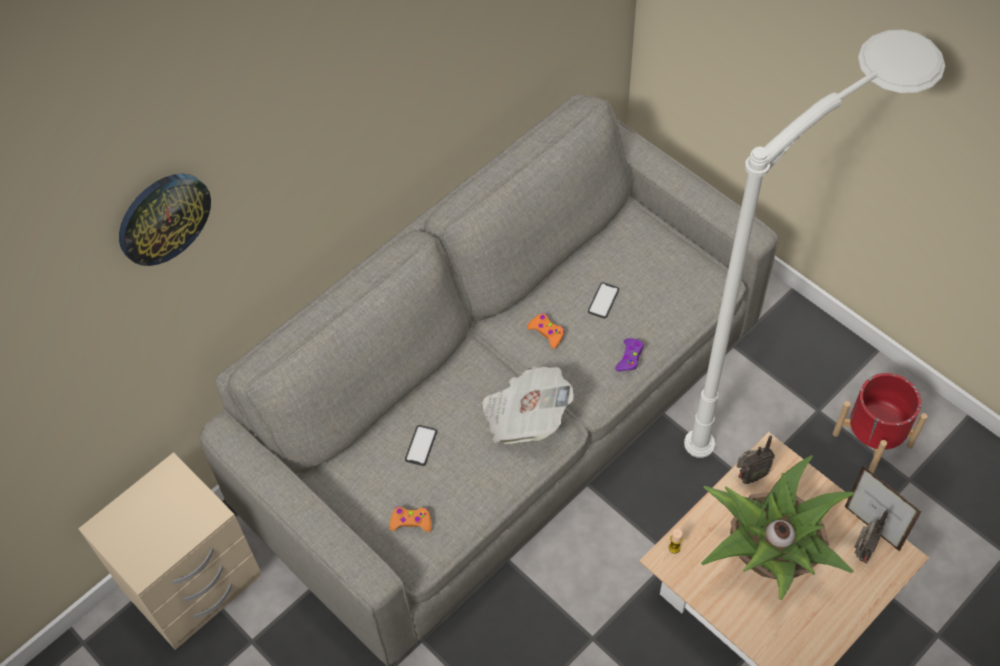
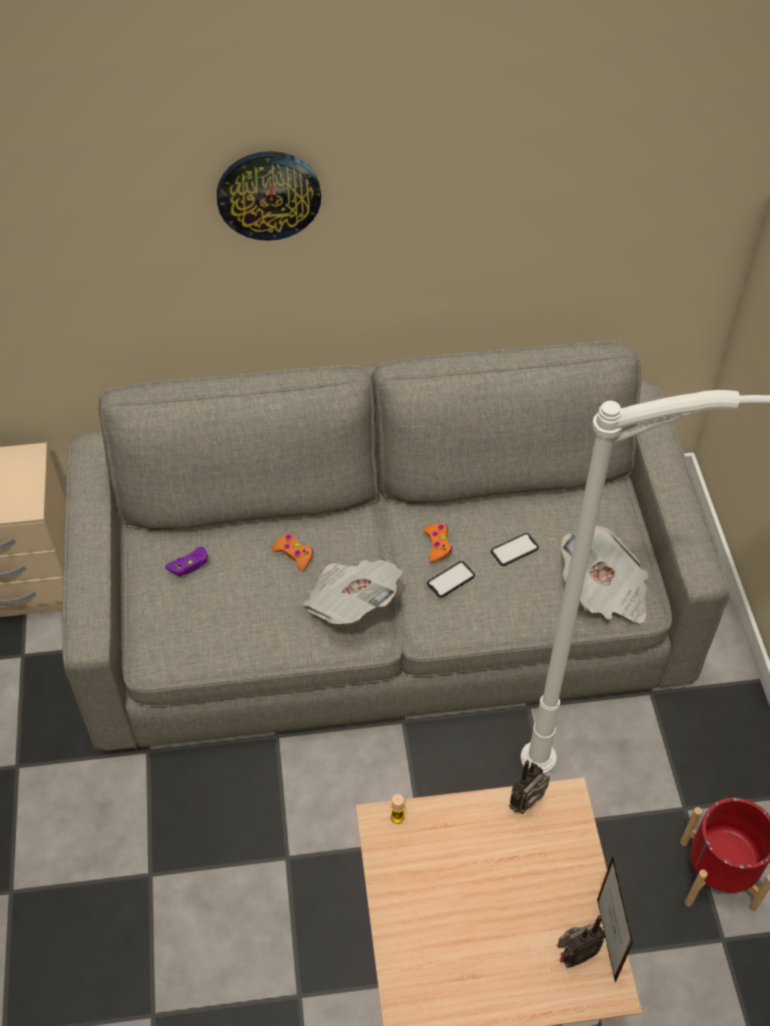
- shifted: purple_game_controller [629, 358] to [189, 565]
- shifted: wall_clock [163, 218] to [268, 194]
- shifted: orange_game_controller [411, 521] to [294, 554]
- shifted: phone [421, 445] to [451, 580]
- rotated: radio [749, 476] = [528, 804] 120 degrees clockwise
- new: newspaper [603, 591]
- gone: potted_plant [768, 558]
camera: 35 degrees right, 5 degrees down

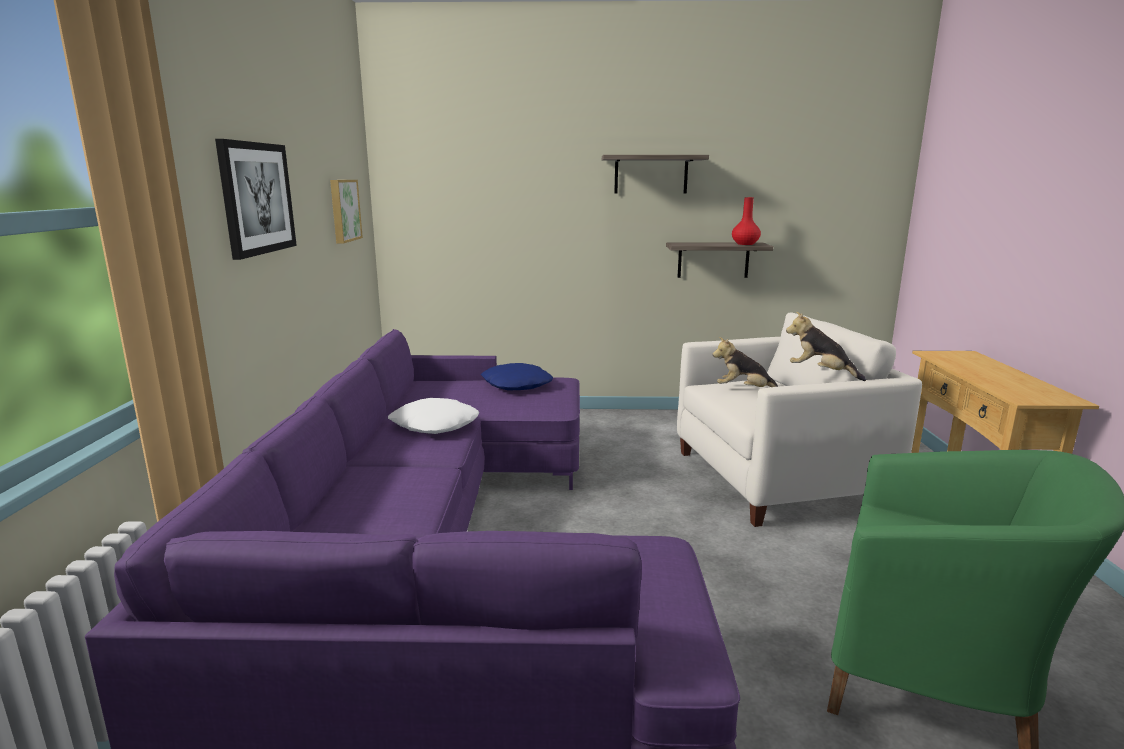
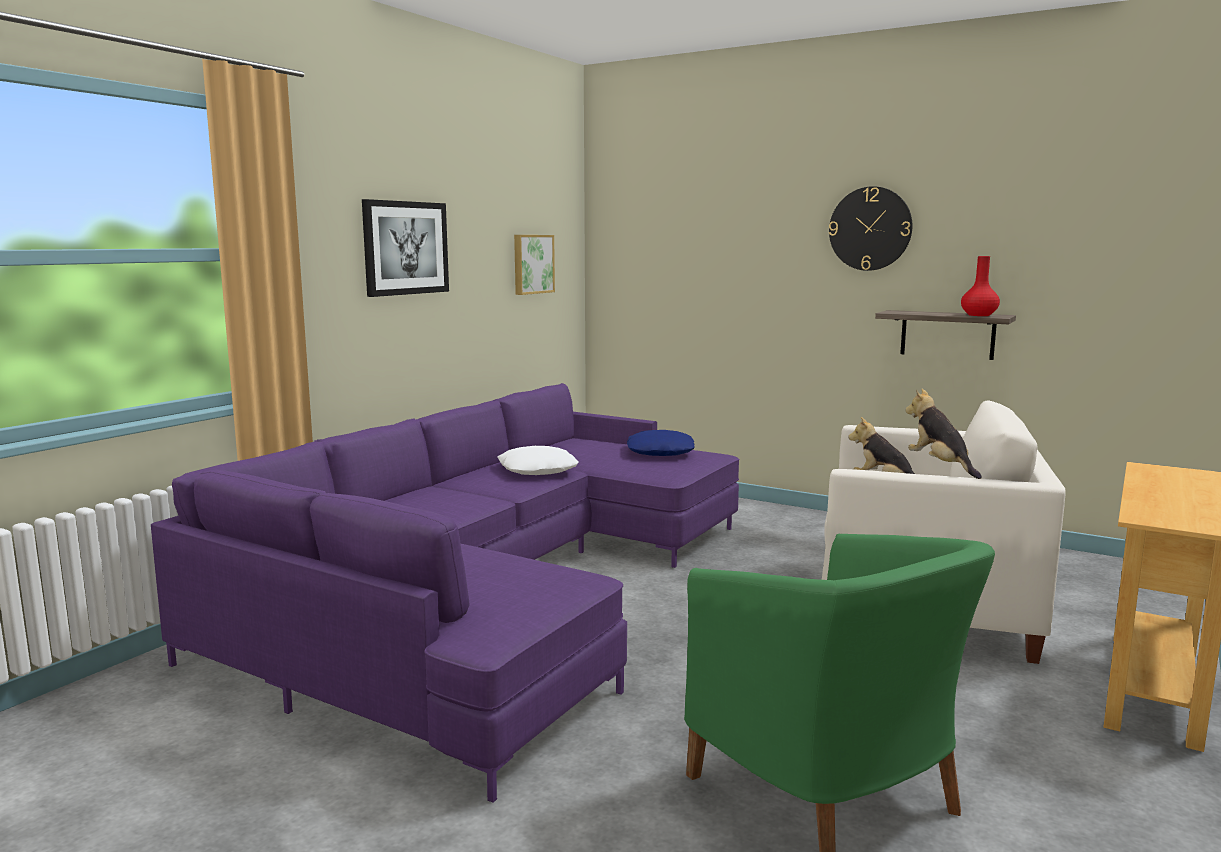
- swapped: shelf [651, 174] to wall_clock [870, 228]
camera: 30 degrees right, 5 degrees down

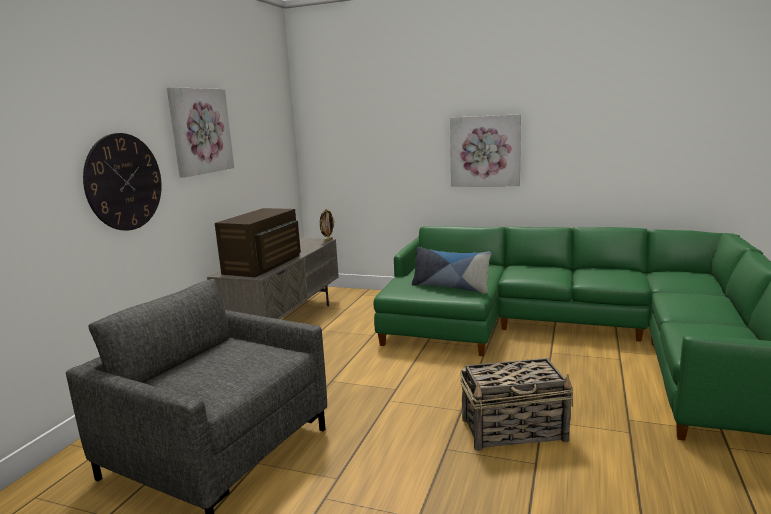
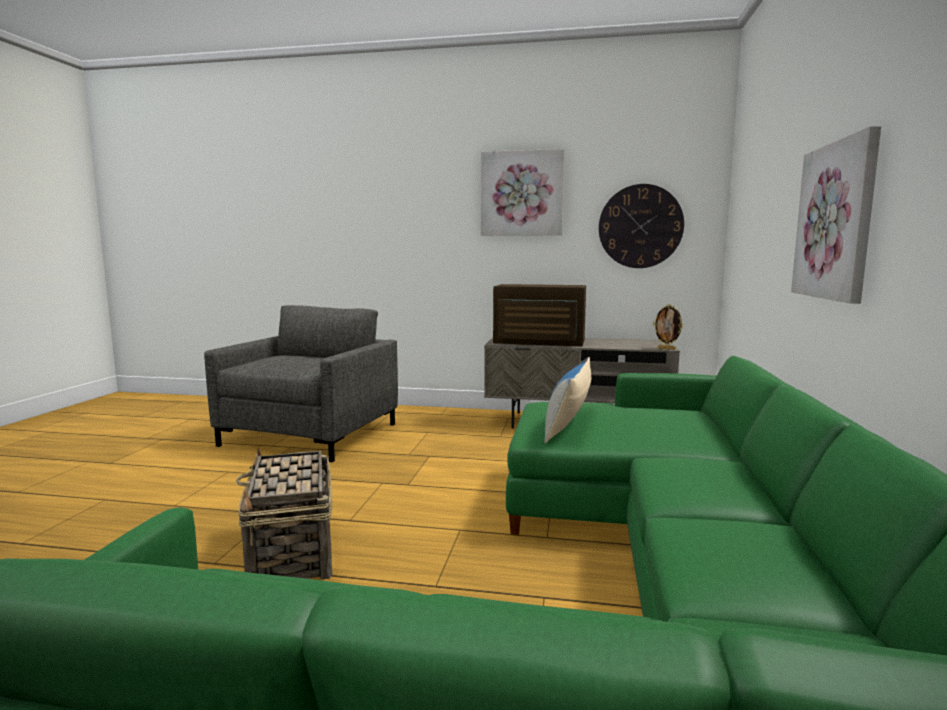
- shifted: wall_clock [124, 182] to [640, 226]
camera: 80 degrees right, 5 degrees down

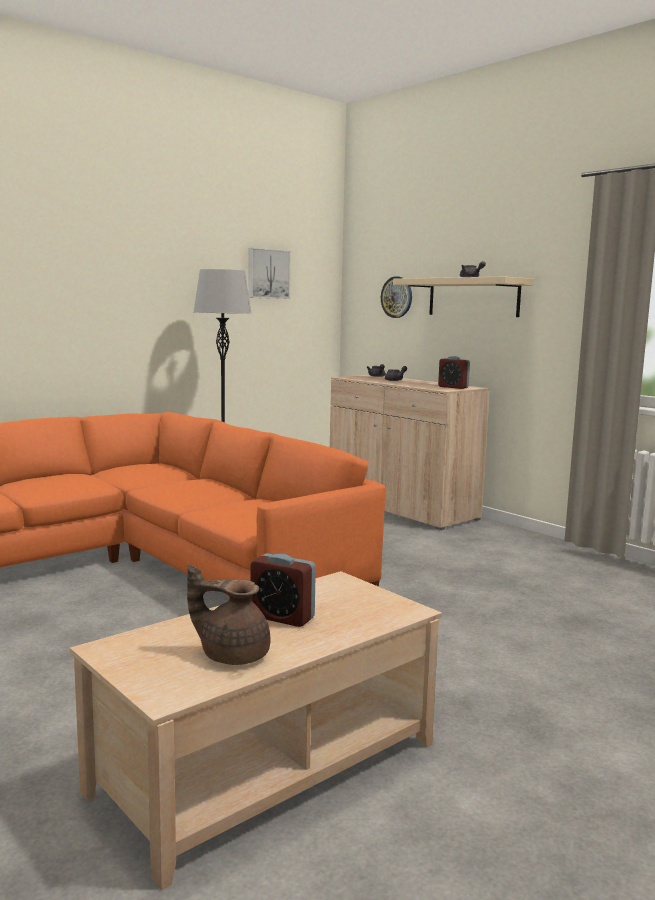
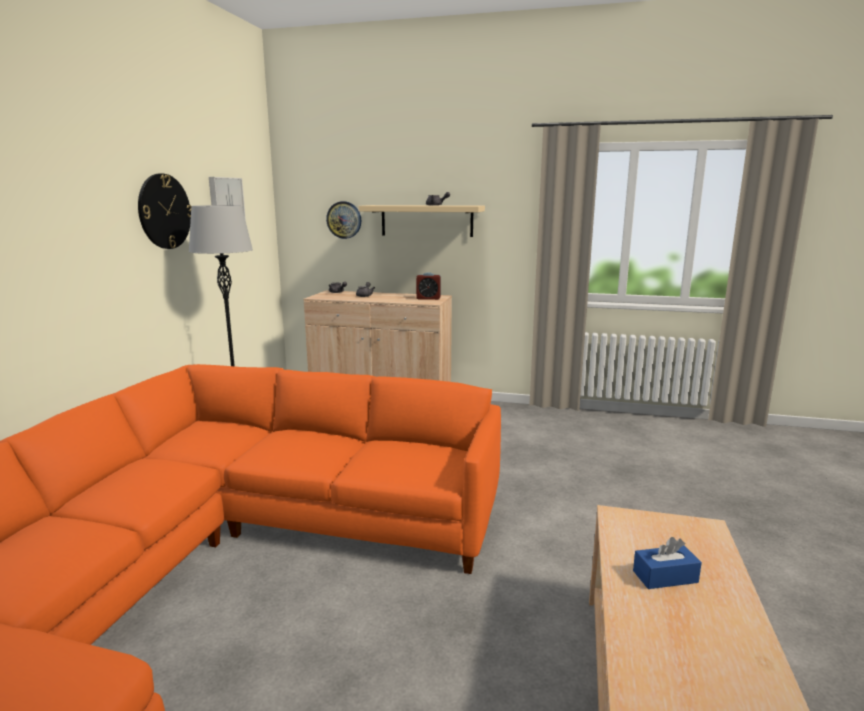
- new: wall_clock [164, 211]
- swapped: alarm_clock [282, 617] to blue_tissue_box [665, 577]
- gone: brown_teapot [232, 654]
camera: 35 degrees left, 5 degrees up

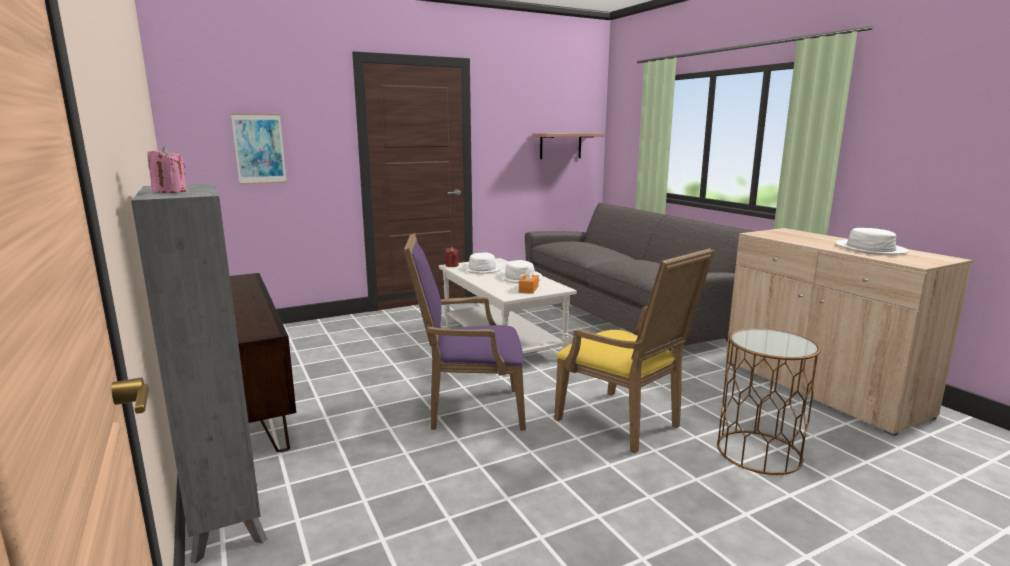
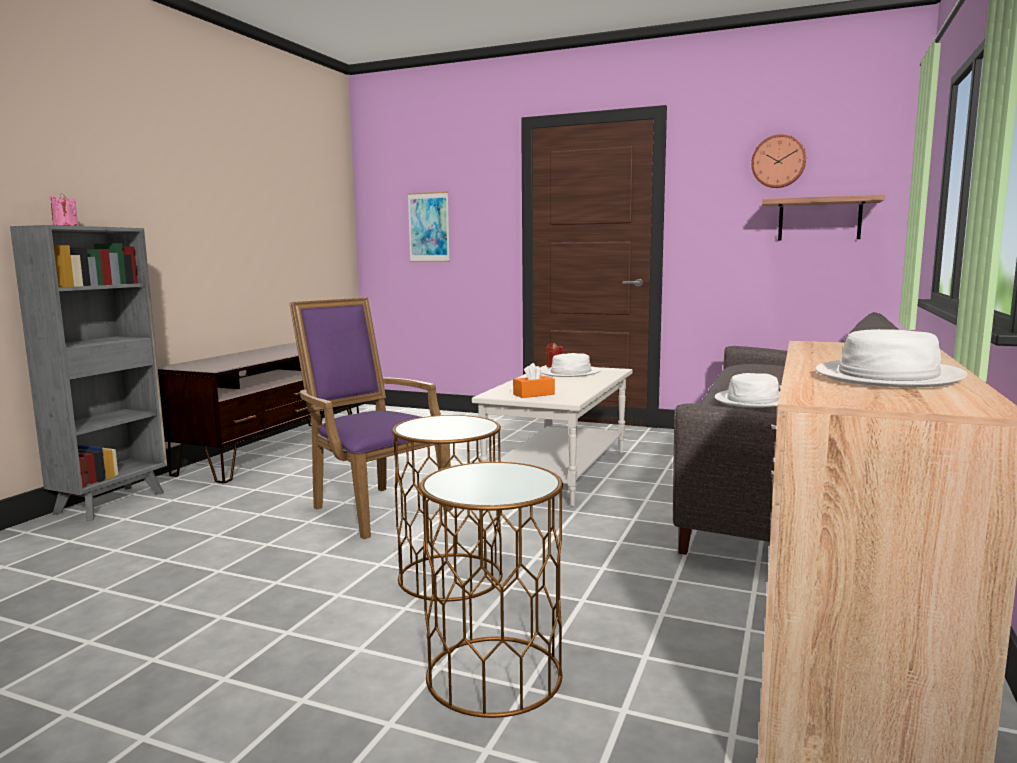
- swapped: yellow_armchair [625, 424] to brown_side_table [450, 577]
- shifted: white_hat [520, 277] to [753, 400]
- new: wall_clock [778, 161]
camera: 50 degrees right, 5 degrees down

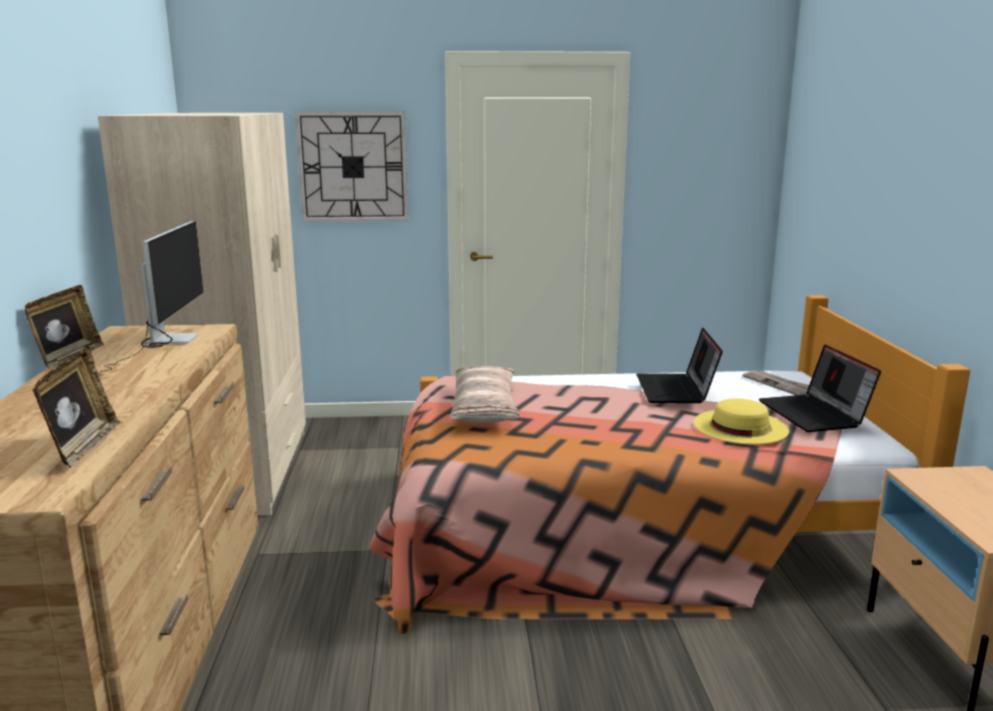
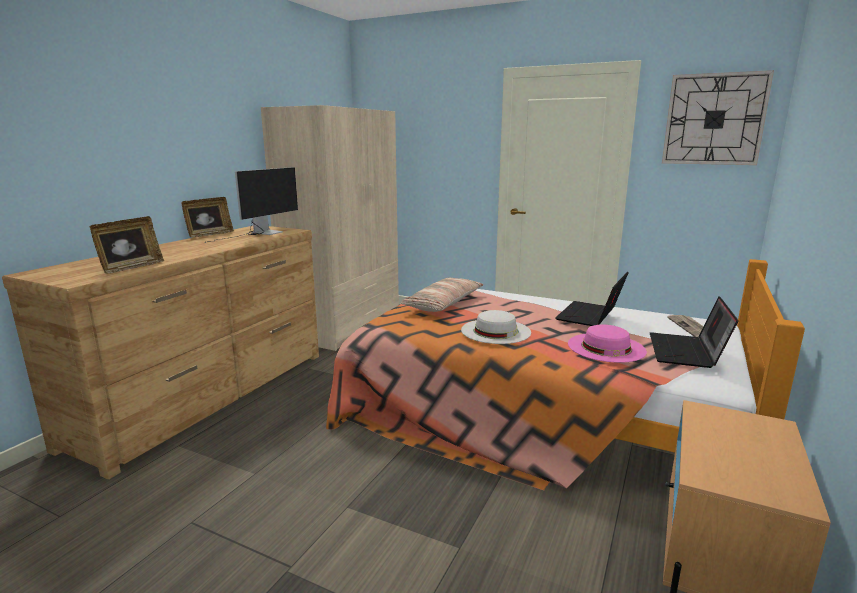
- new: white_hat [496, 331]
- repainted: yellow_hat [740, 426] to pink_hat [606, 347]
- shifted: wall_clock [353, 167] to [714, 119]
camera: 30 degrees right, 0 degrees up

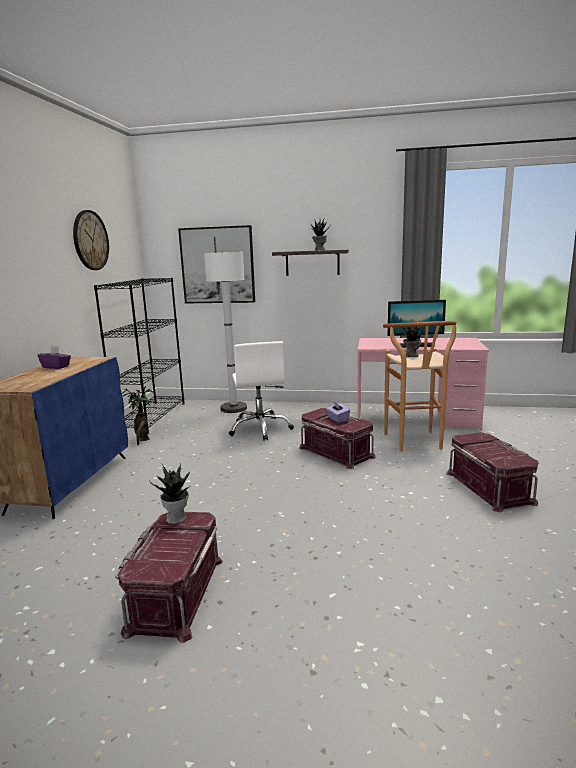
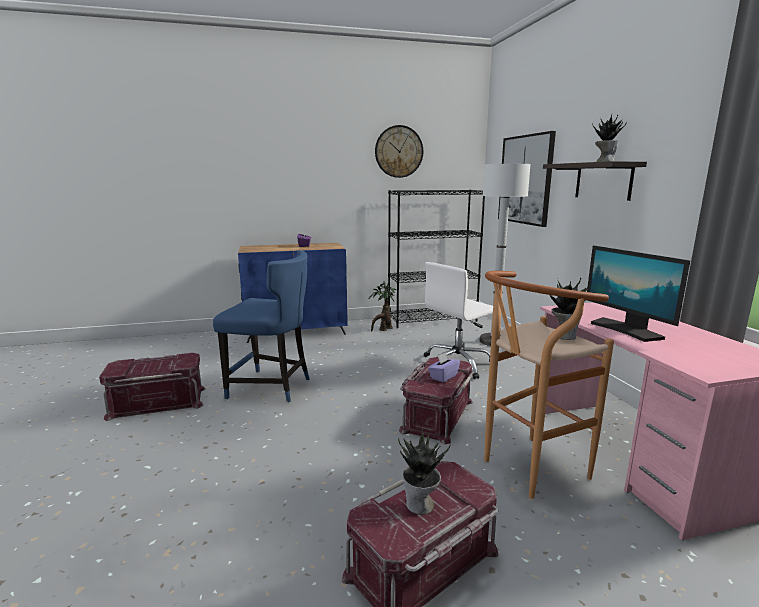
- new: blue_chair [271, 387]
- shifted: potted_plant [177, 518] to [420, 505]
camera: 65 degrees right, 0 degrees up

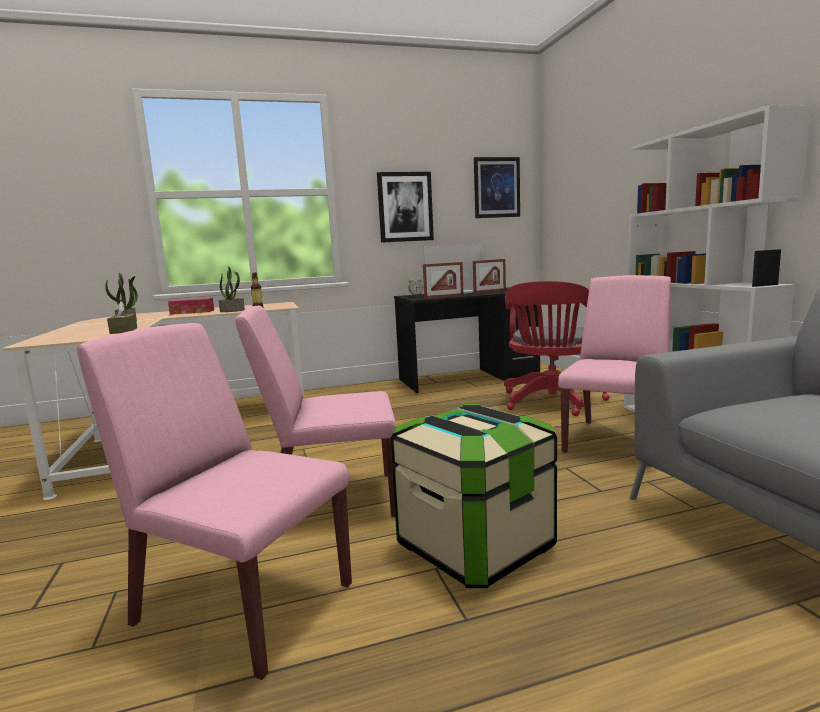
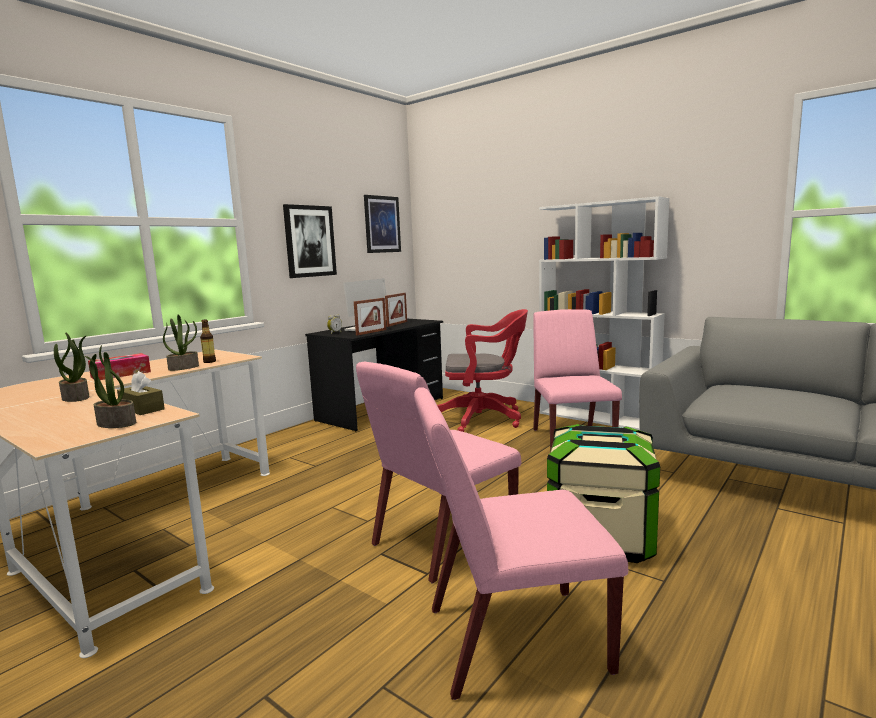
- new: potted_plant [115, 424]
- rotated: red_office_chair [551, 402] = [484, 419] 75 degrees counterclockwise
camera: 35 degrees left, 0 degrees up

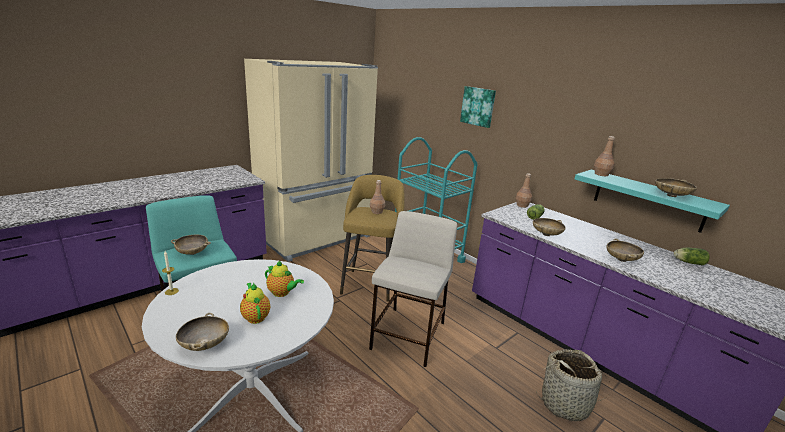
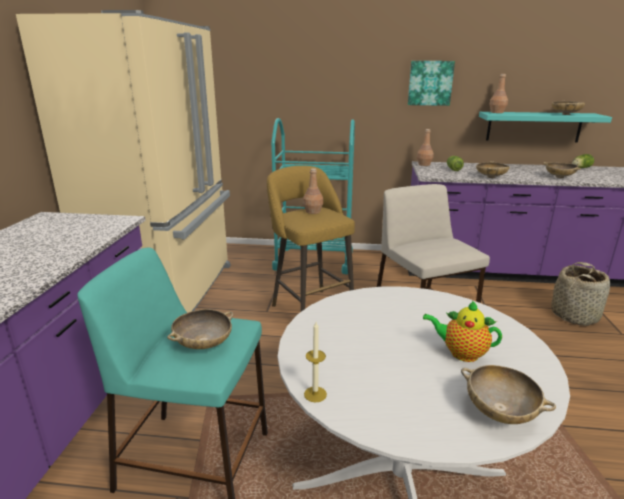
- shifted: picture [478, 106] to [430, 83]
- gone: teapot [282, 293]
camera: 40 degrees left, 0 degrees up

